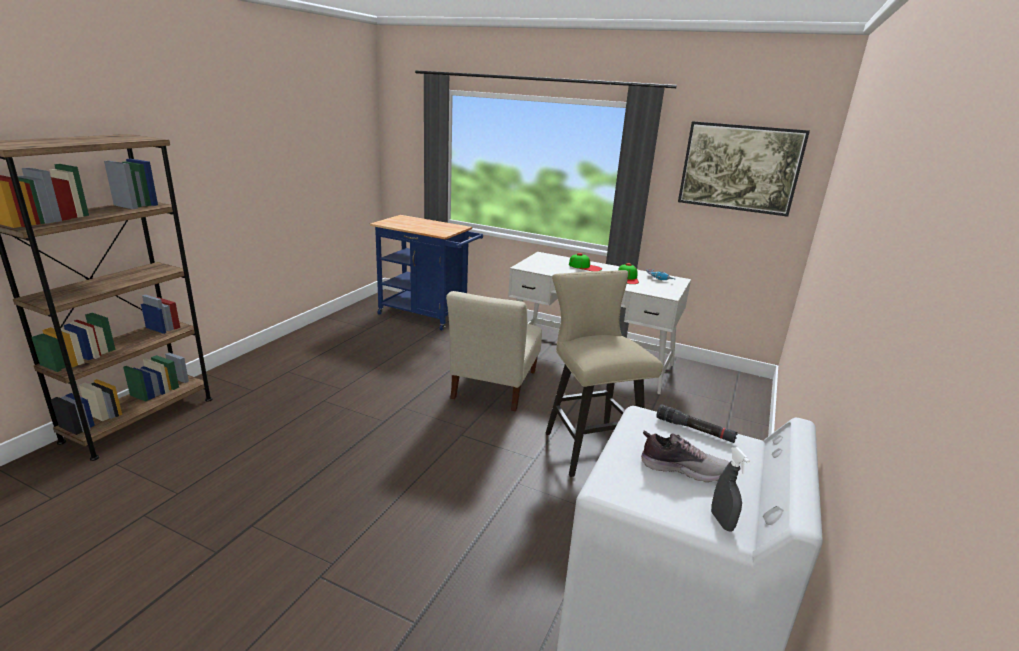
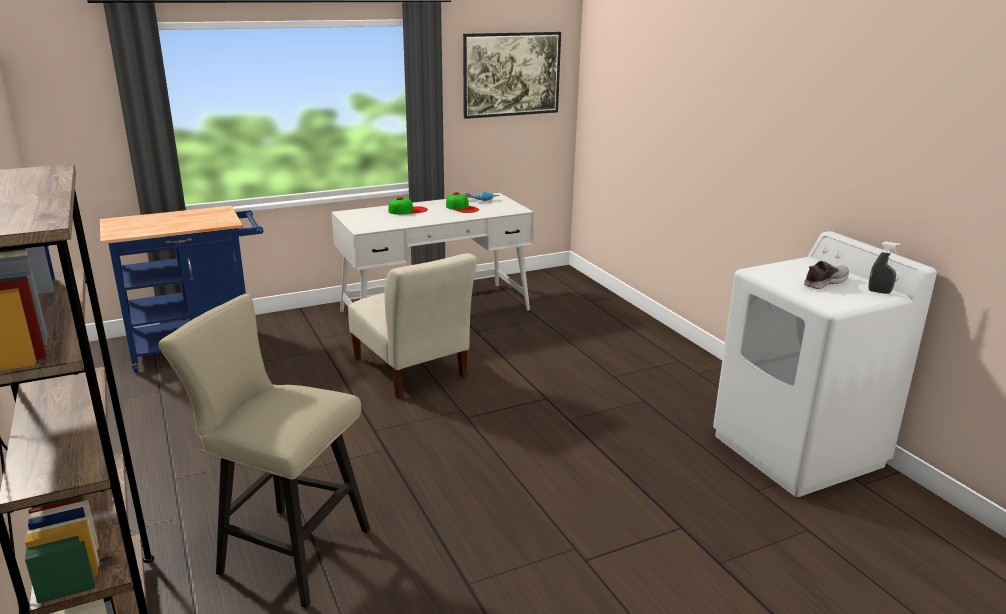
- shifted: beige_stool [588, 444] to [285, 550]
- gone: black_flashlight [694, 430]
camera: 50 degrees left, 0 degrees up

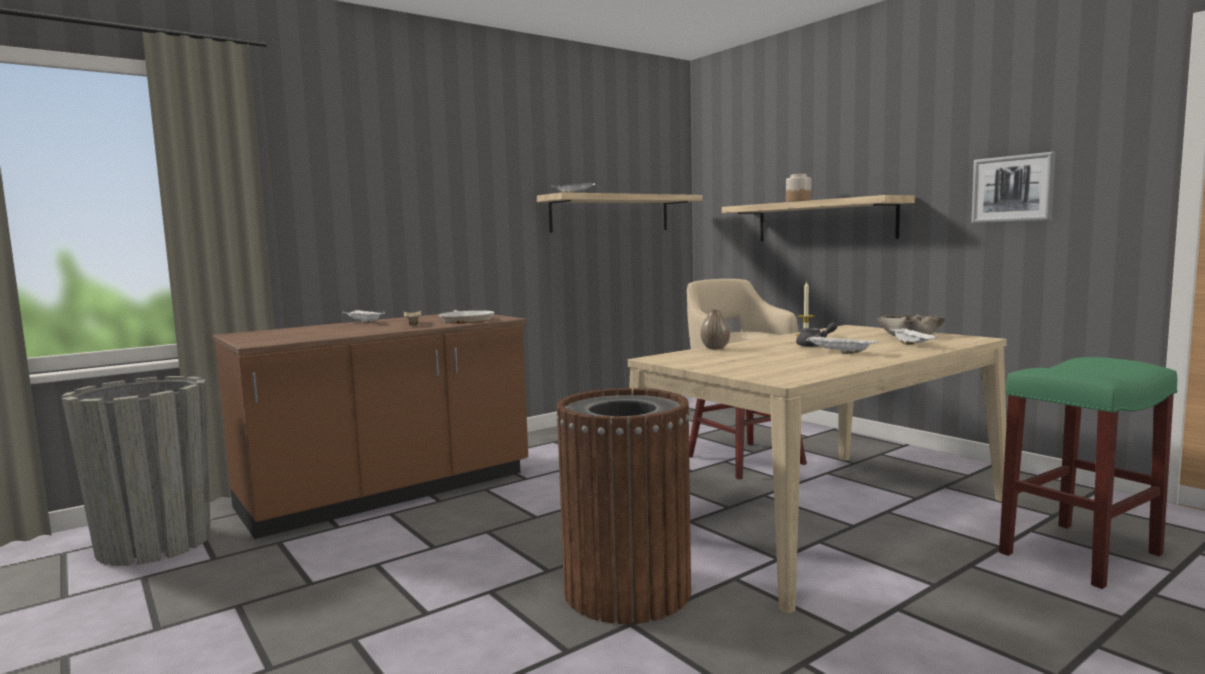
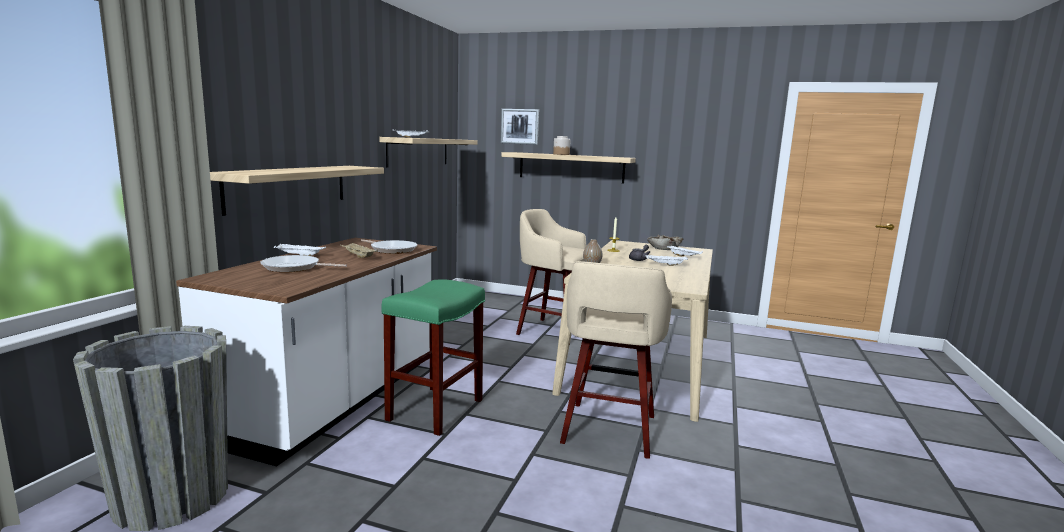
- repainted: brown_counter [388, 492] to white_counter [334, 400]
- new: shelf [289, 187]
- new: frying_pan [294, 268]
- shifted: green_stool [1080, 554] to [435, 410]
- shifted: picture [1012, 189] to [520, 126]
- swapped: brown_trash_can [626, 591] to beige_stool [608, 431]
camera: 35 degrees left, 5 degrees up

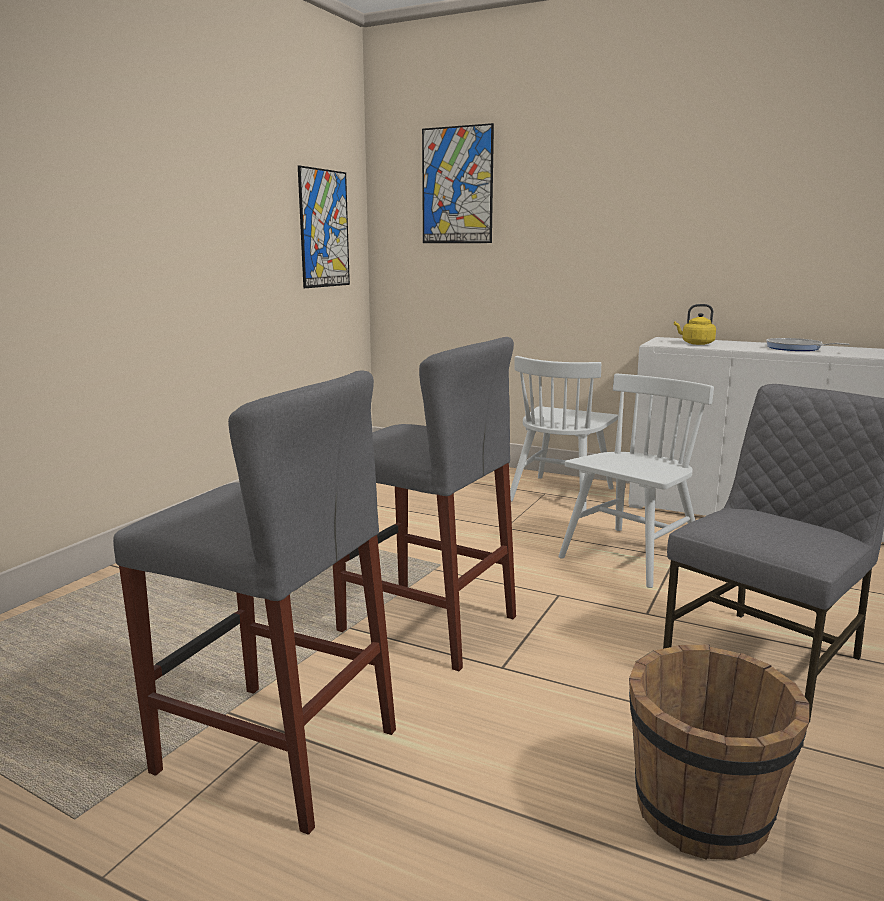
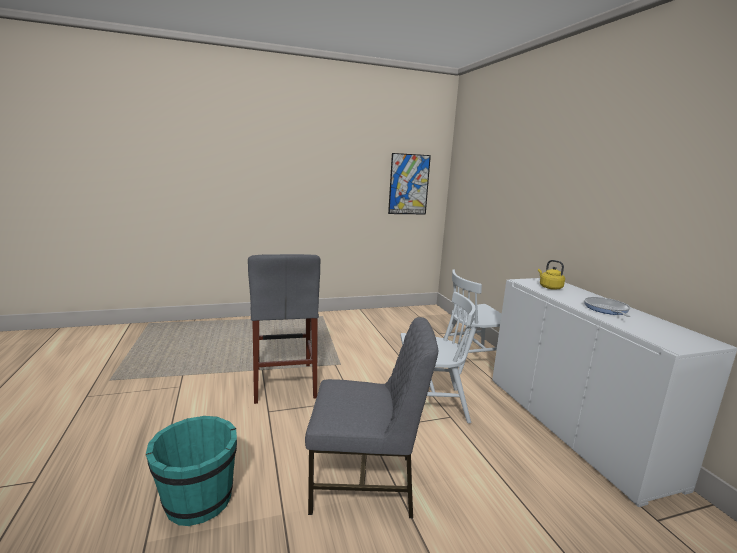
- repainted: brown_bucket [702, 814] to turquoise_bucket [197, 501]
- gone: grey_stool [276, 751]
- gone: picture [457, 185]
camera: 45 degrees right, 0 degrees up

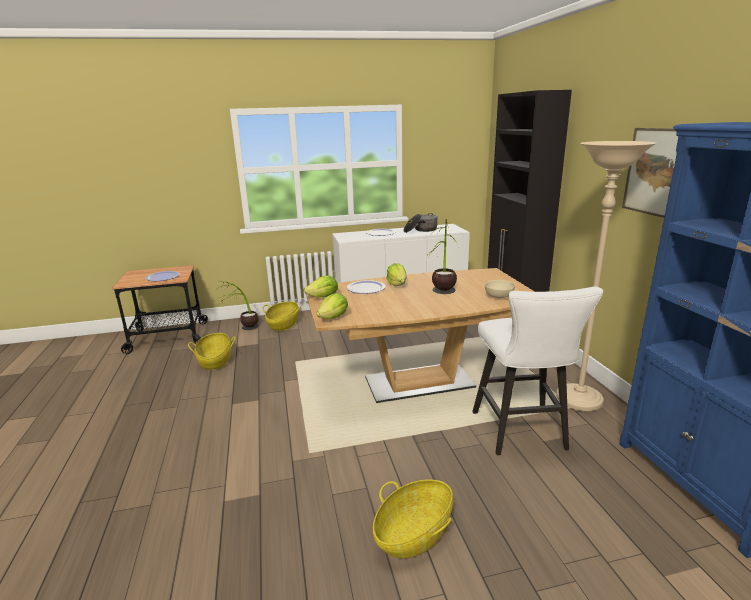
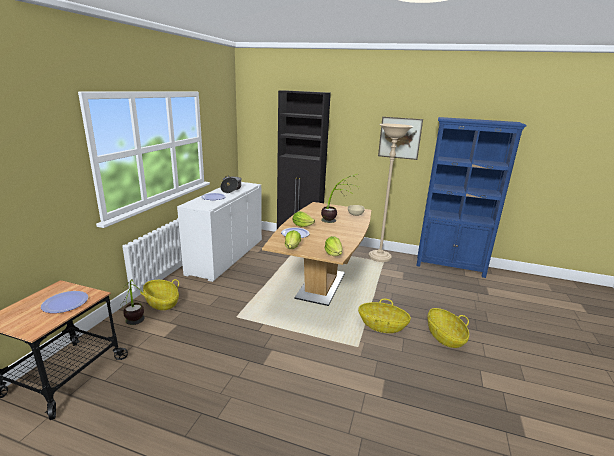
- shifted: basket [215, 361] to [382, 326]
- gone: white_stool [522, 434]
camera: 60 degrees left, 0 degrees up

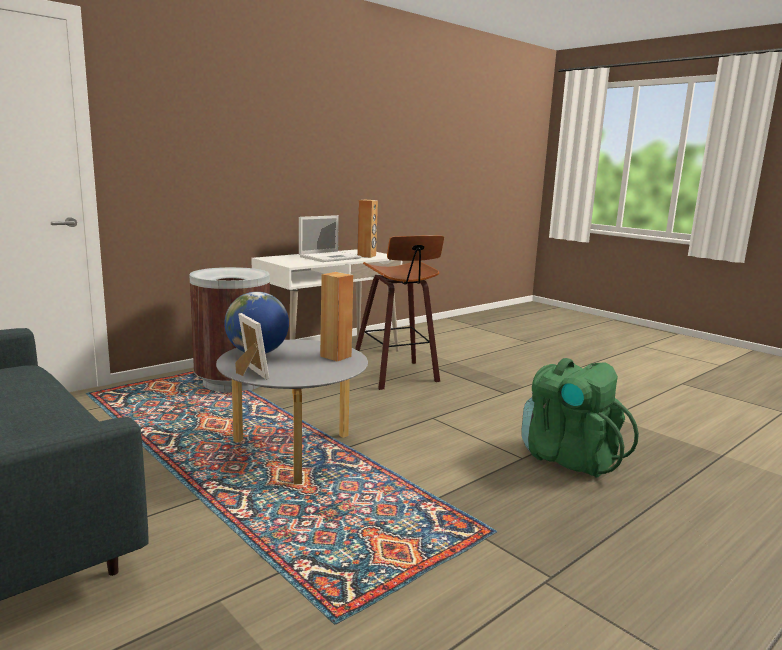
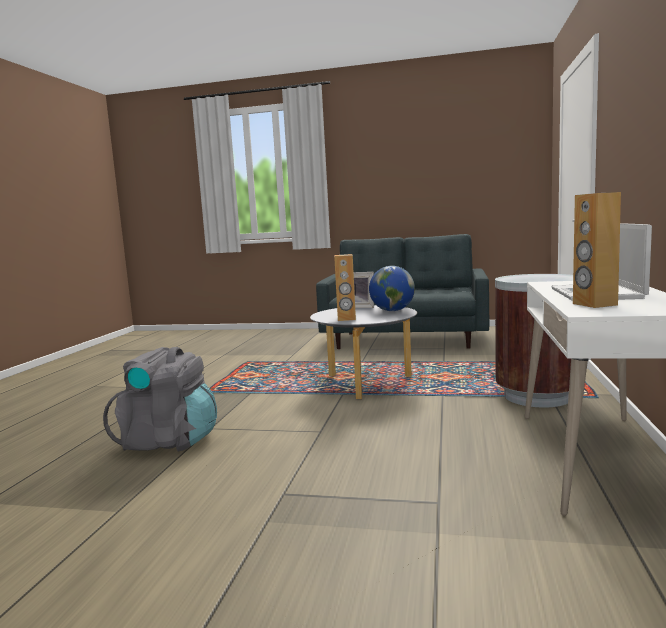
- repainted: green_backpack [569, 458] to grey_backpack [169, 441]
- gone: stool [398, 376]
camera: 145 degrees right, 5 degrees down

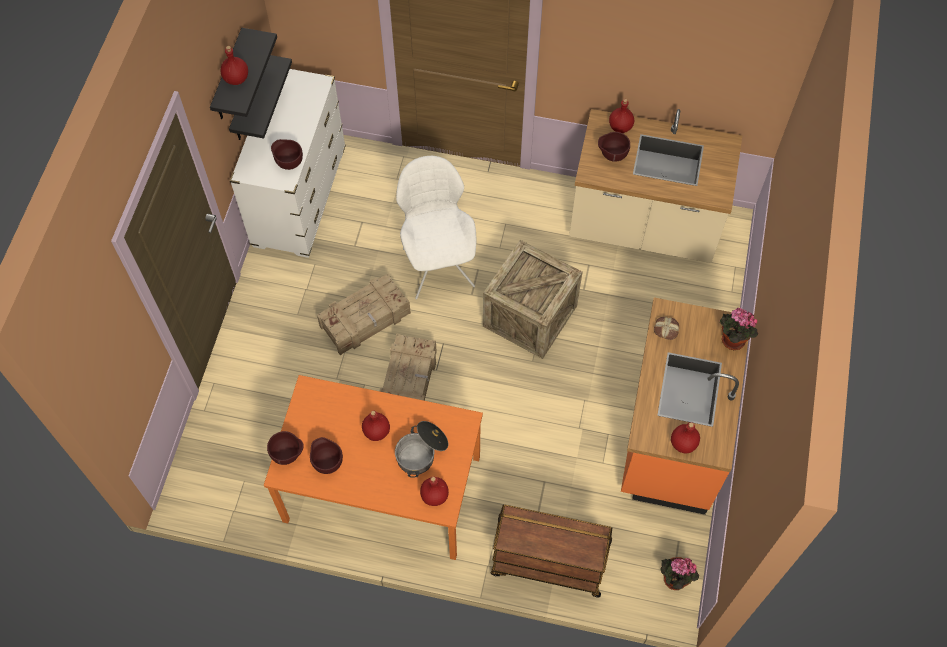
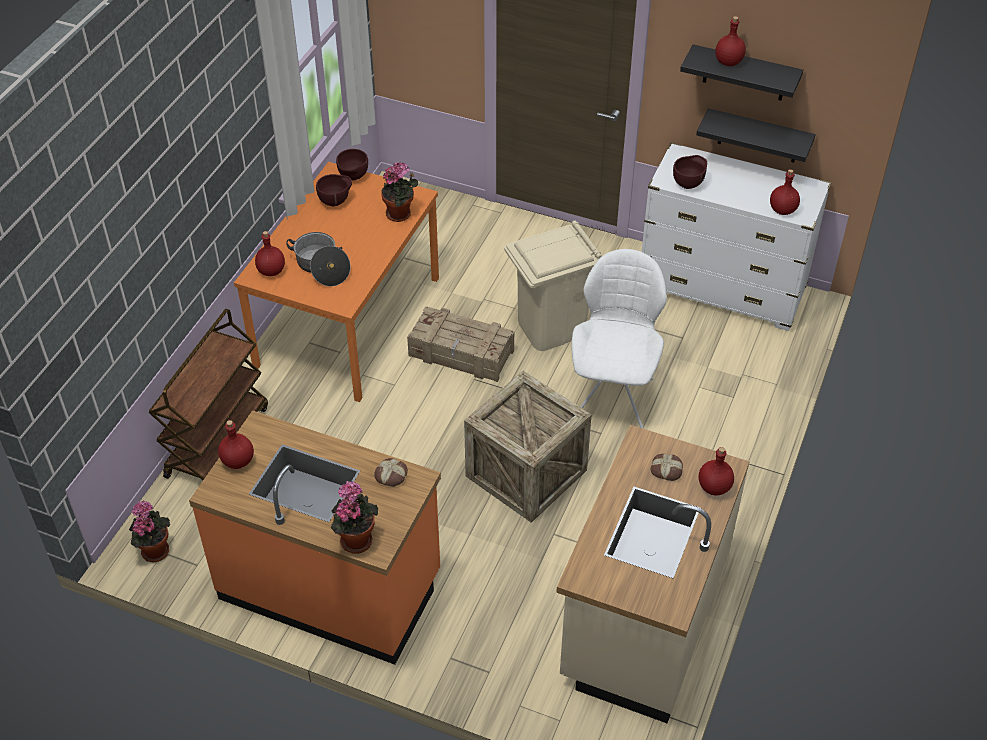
- new: potted_plant [401, 214]
- swapped: crate [366, 320] to beige_trash_can [550, 328]
- rotated: white_chair [438, 264] = [613, 397] 75 degrees counterclockwise
- swapped: brown_bowl [612, 155] to bread [666, 469]
- shifted: red_bottle [376, 431] to [782, 210]
camera: 100 degrees right, 15 degrees down

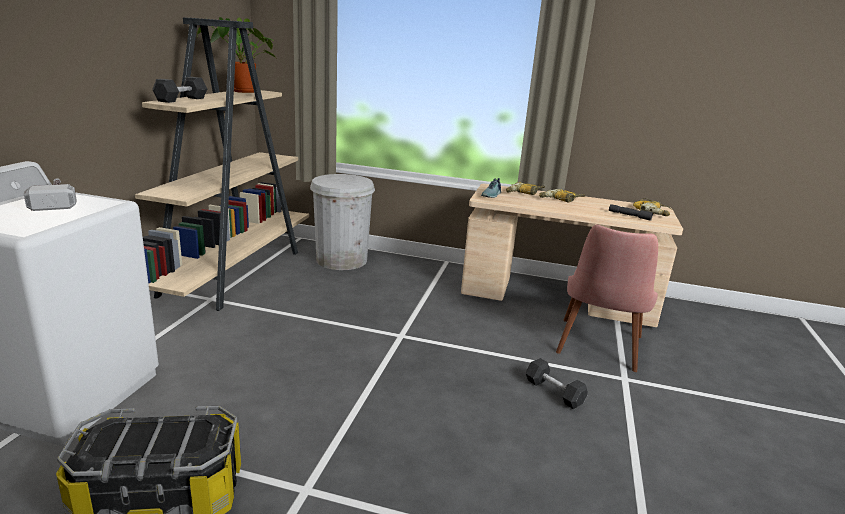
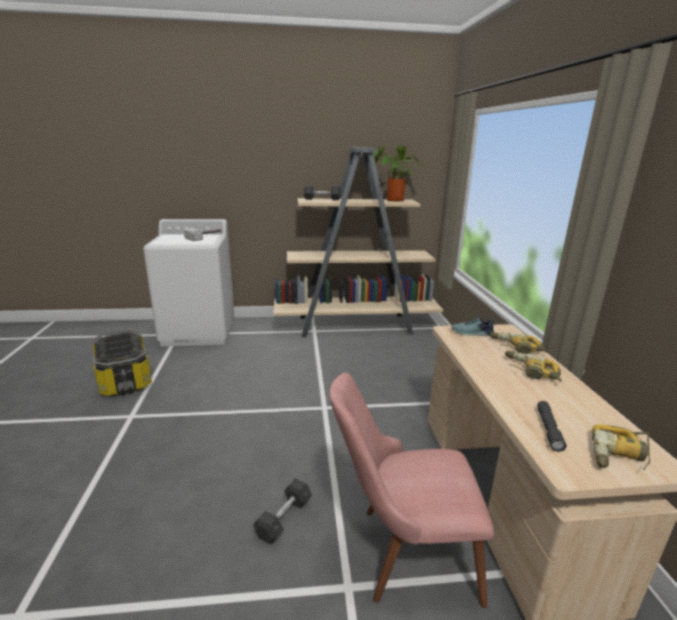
- gone: white_trash_can [341, 260]
camera: 70 degrees right, 0 degrees up

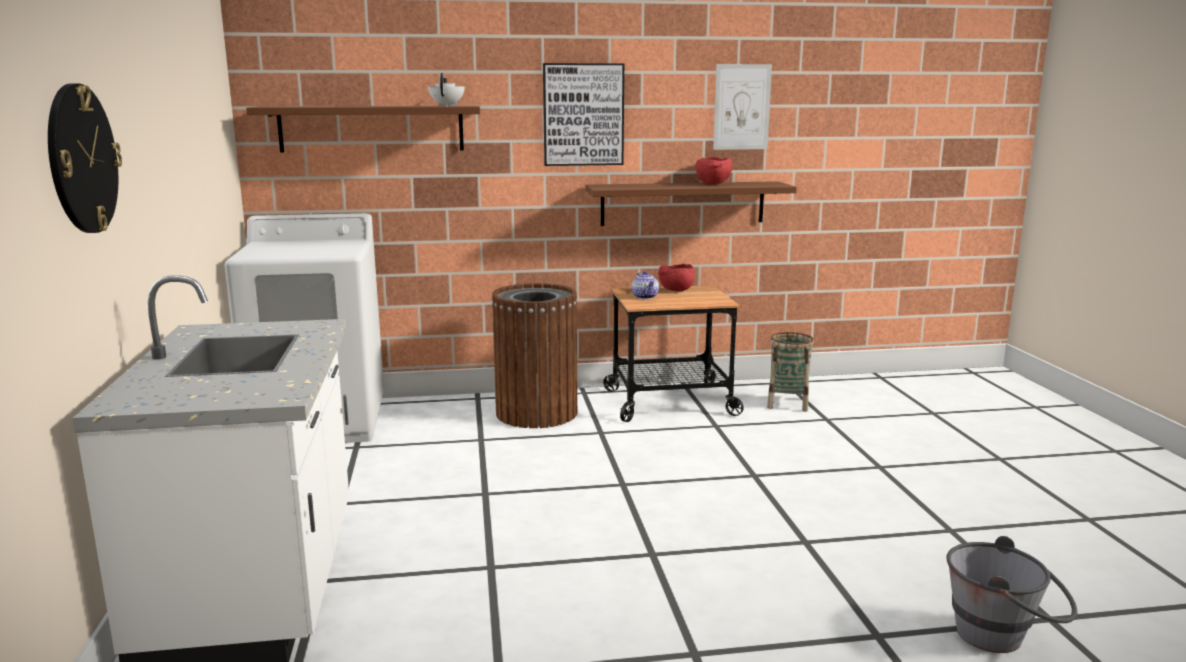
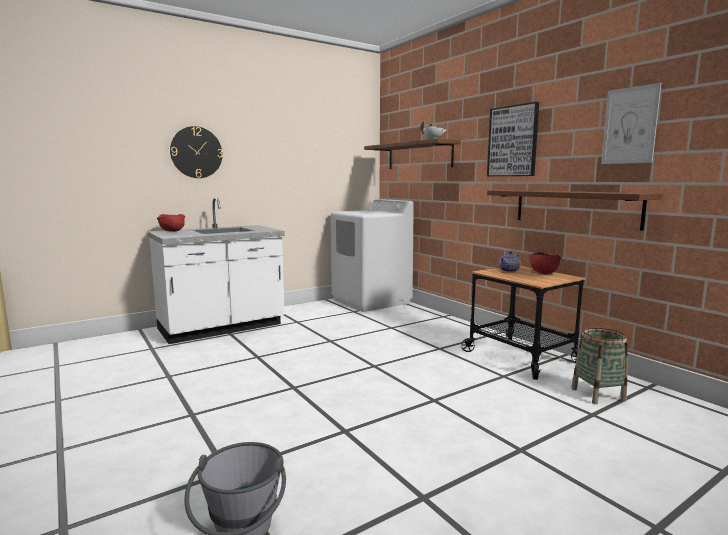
- shifted: red_bowl [713, 184] to [172, 231]
- gone: brown_trash_can [537, 413]
camera: 65 degrees right, 5 degrees down

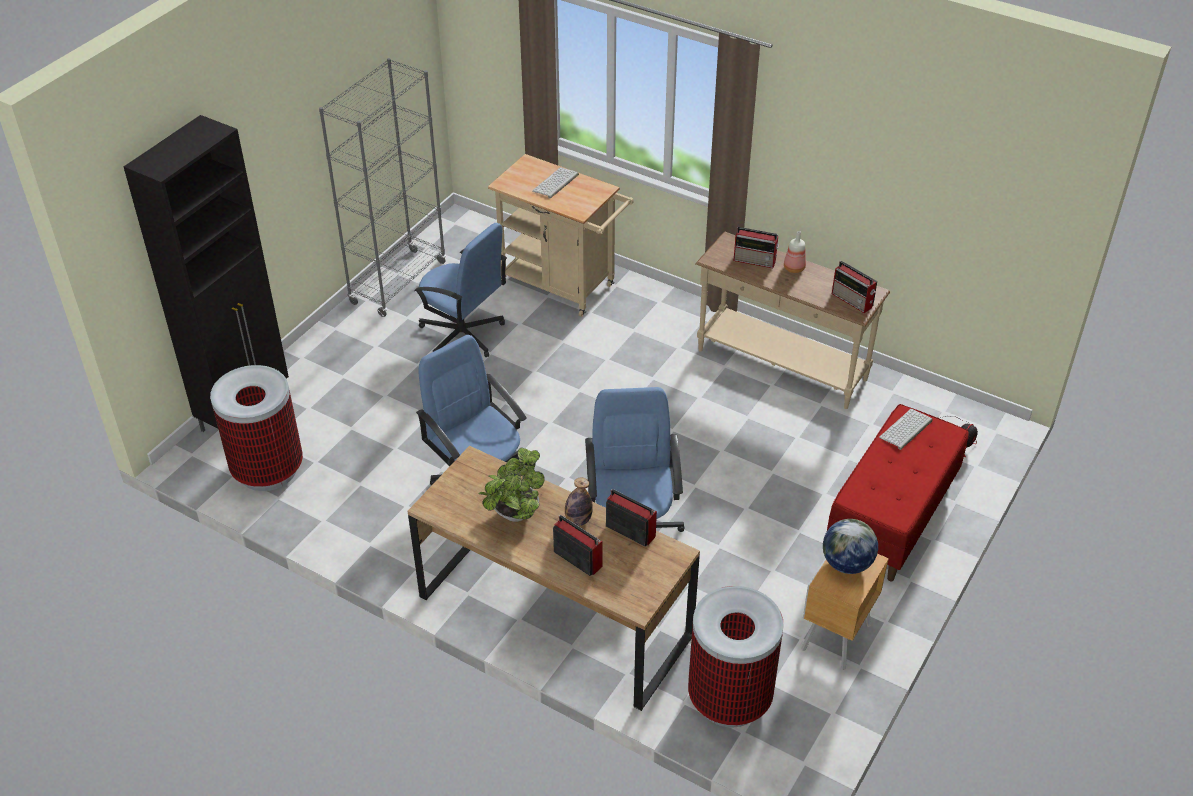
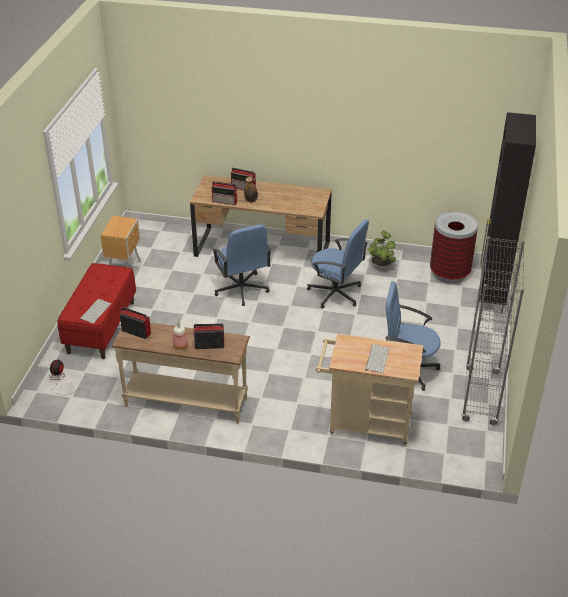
- shifted: potted_plant [514, 515] to [381, 265]
- gone: trash_can [729, 699]
- gone: globe [846, 563]
camera: 160 degrees right, 5 degrees down

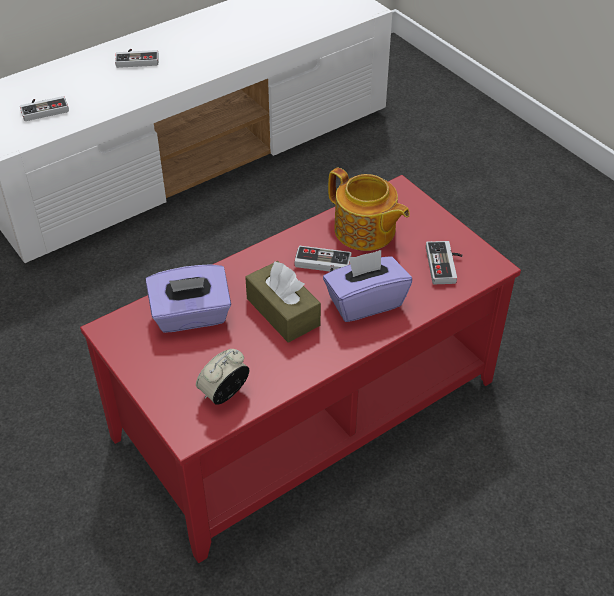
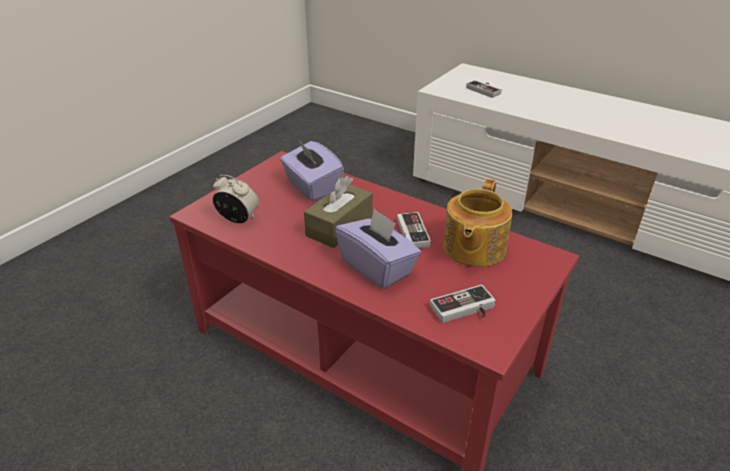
- gone: game_controller [137, 59]
camera: 70 degrees right, 10 degrees down

